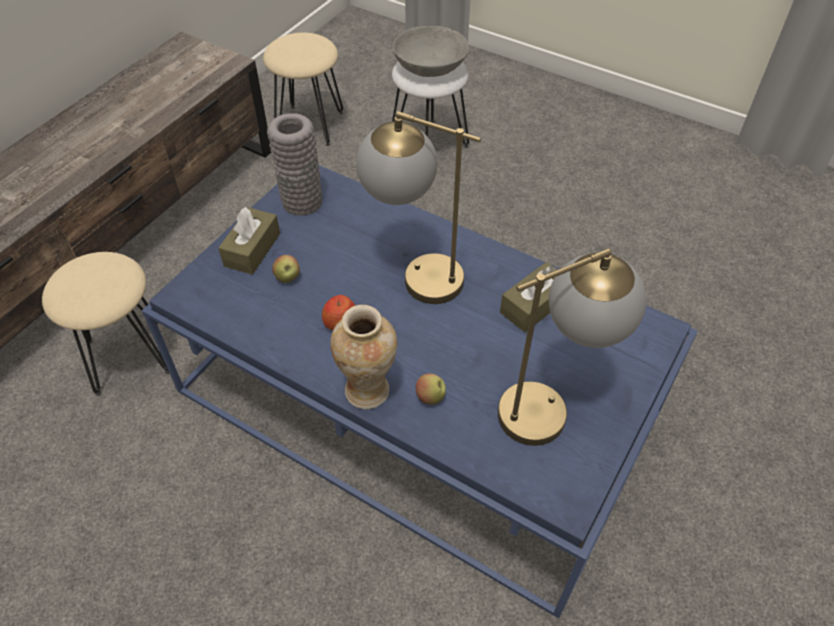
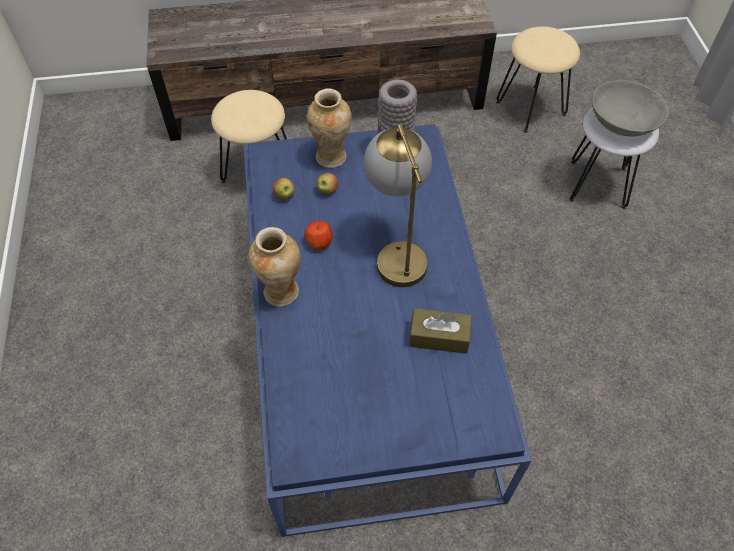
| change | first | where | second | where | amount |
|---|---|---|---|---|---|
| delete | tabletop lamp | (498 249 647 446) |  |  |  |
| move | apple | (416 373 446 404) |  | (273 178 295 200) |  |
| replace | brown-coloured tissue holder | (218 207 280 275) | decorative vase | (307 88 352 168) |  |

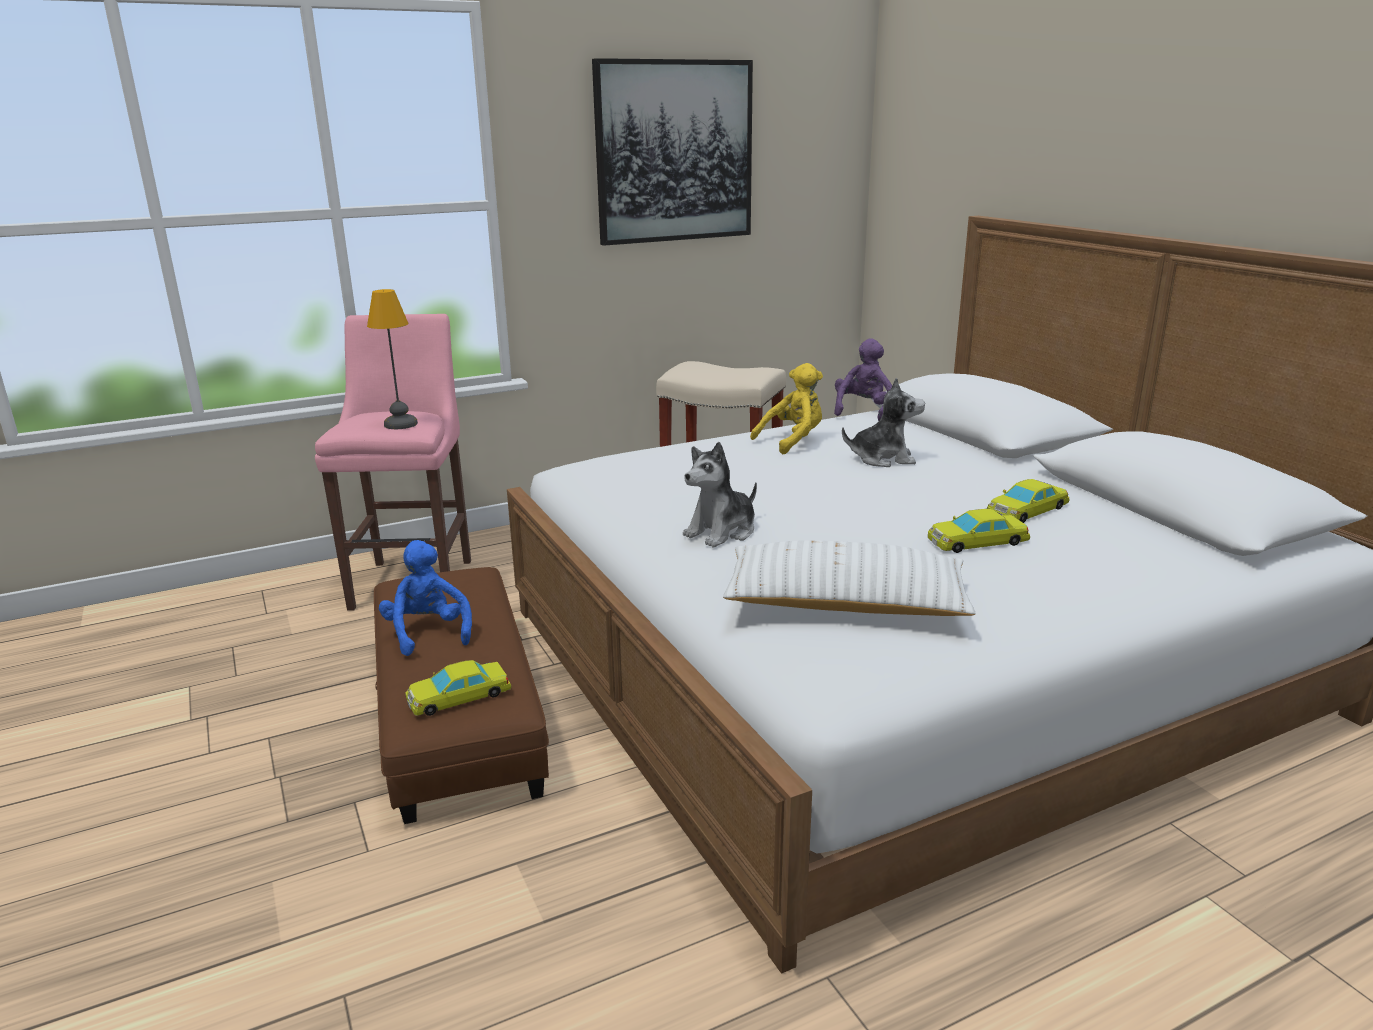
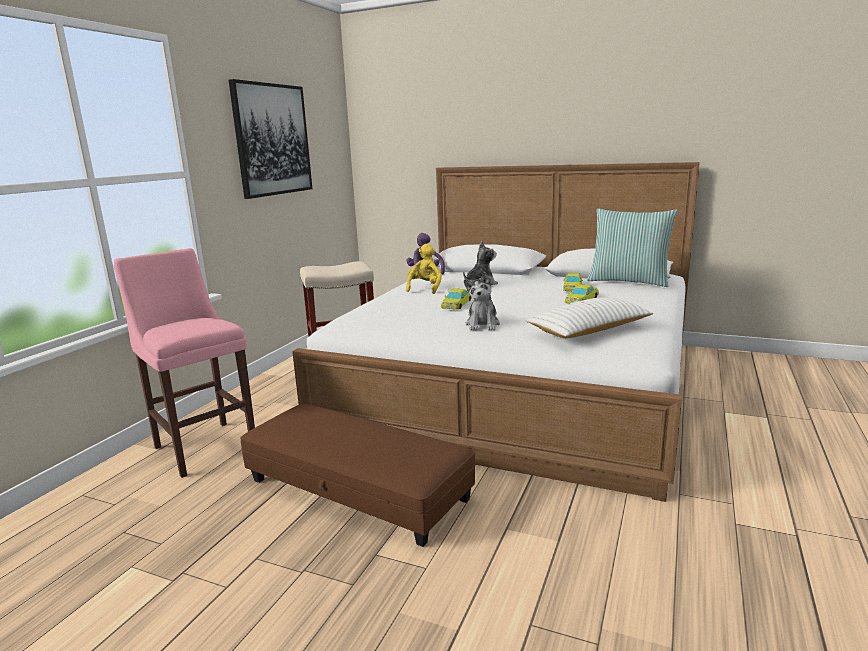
| change | first | where | second | where | amount |
|---|---|---|---|---|---|
| delete | tabletop lamp | (367 289 418 429) |  |  |  |
| delete | blue soft toy | (379 540 472 656) |  |  |  |
| insert |  |  | cushion | (587 209 678 287) |  |
| move | yellow toy car | (406 660 511 716) |  | (441 289 472 309) |  |

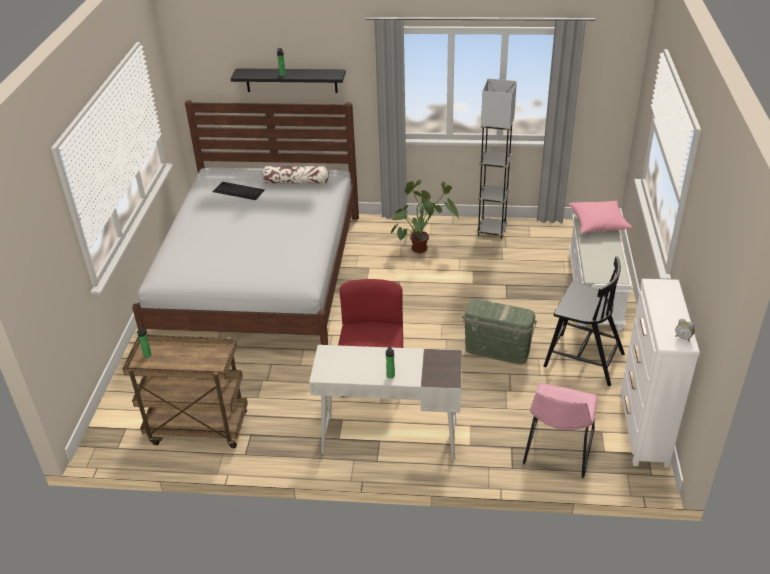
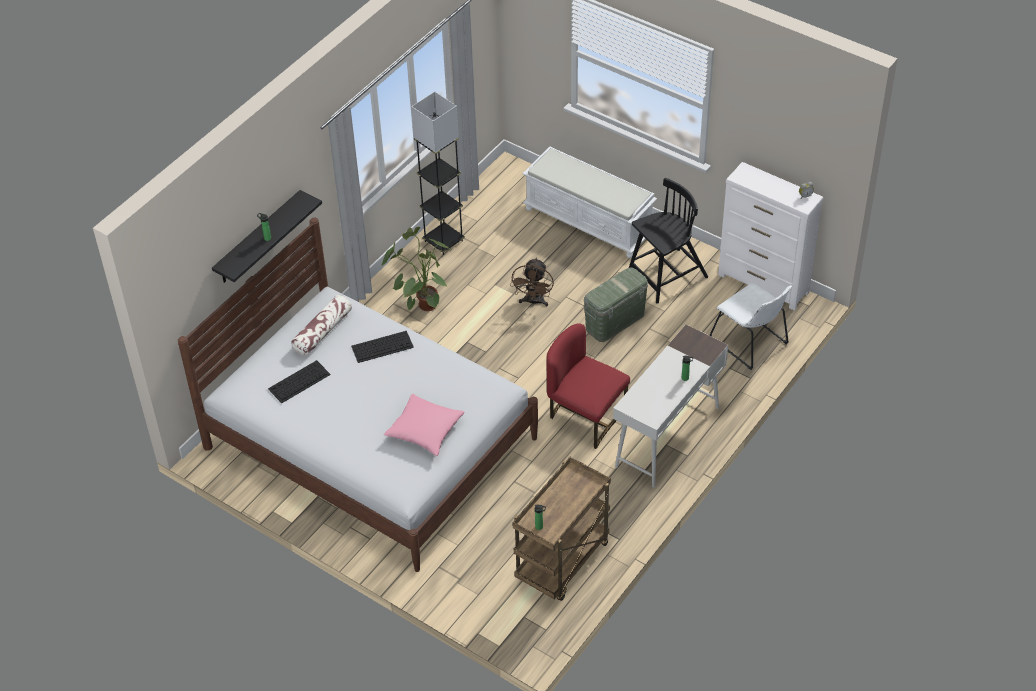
| change | first | where | second | where | amount |
|---|---|---|---|---|---|
| insert |  |  | keyboard | (351 331 414 363) |  |
| insert |  |  | brown-coloured cooling fan | (510 257 554 306) |  |
| move | pink cushion | (569 201 632 234) |  | (384 394 464 456) |  |
| recolor | pink upright chair | (523 383 598 478) | white upright chair | (709 283 792 370) |  |

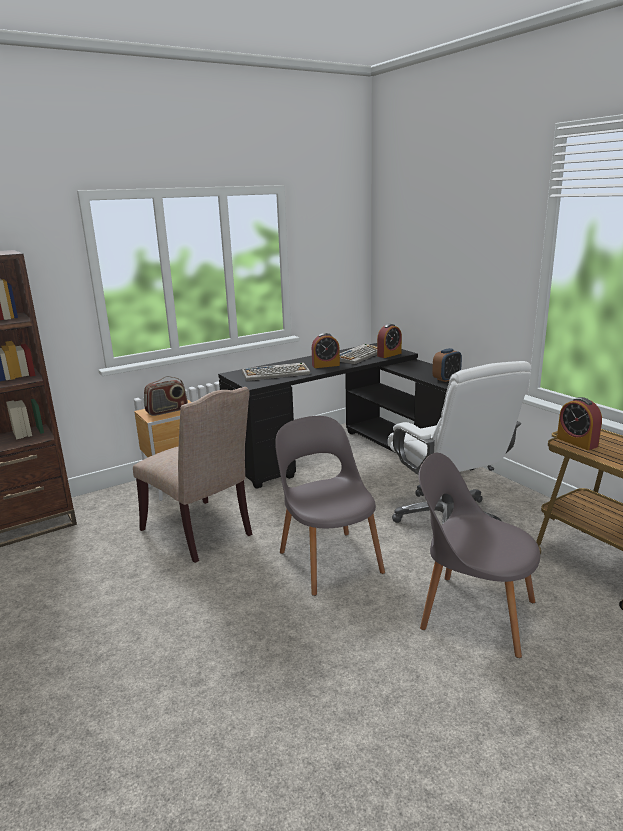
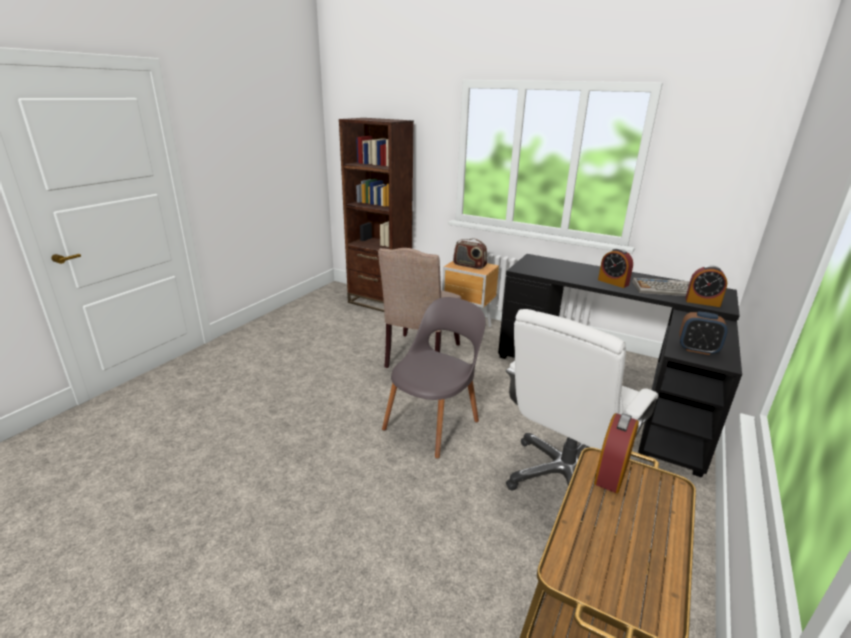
| change | first | where | second | where | amount |
|---|---|---|---|---|---|
| delete | keyboard | (242 362 310 381) |  |  |  |
| delete | grey upright chair | (419 453 540 658) |  |  |  |

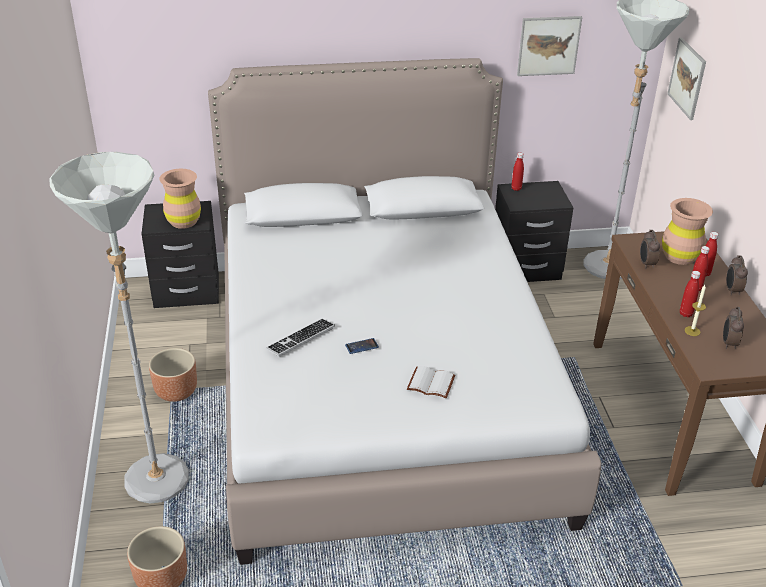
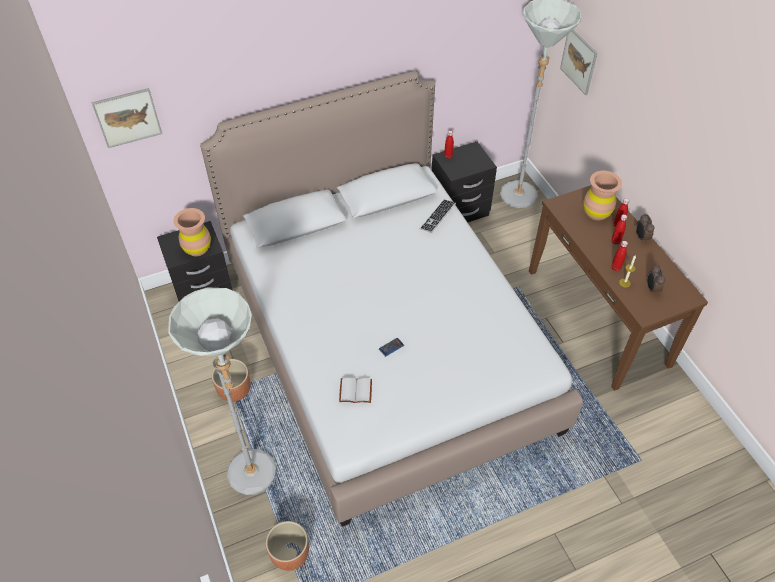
| change | first | where | second | where | amount |
|---|---|---|---|---|---|
| delete | alarm clock | (640 230 660 269) |  |  |  |
| move | keyboard | (266 319 335 357) |  | (420 199 456 233) |  |
| move | white book | (407 366 455 398) |  | (339 377 372 403) |  |
| move | wall art | (517 16 582 76) |  | (91 88 162 148) |  |

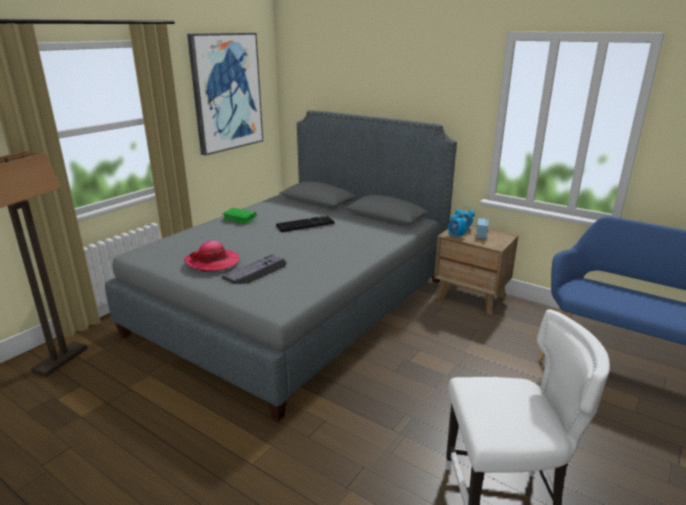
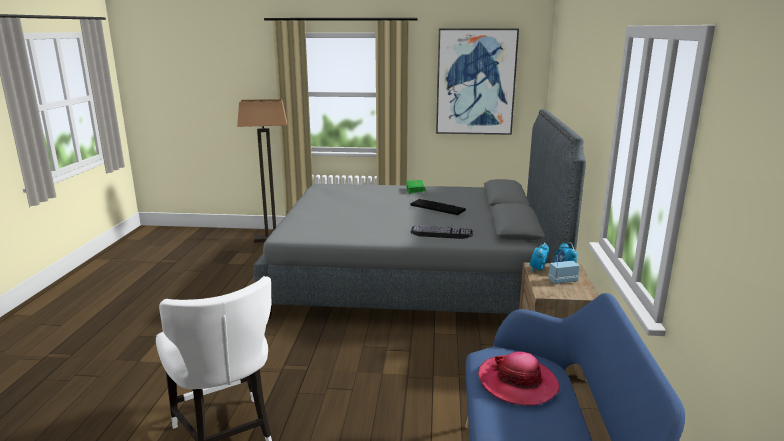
| change | first | where | second | where | amount |
|---|---|---|---|---|---|
| move | clothing hat | (184 241 239 272) |  | (478 352 560 406) |  |
| move | keyboard | (221 255 287 284) |  | (410 225 473 239) |  |

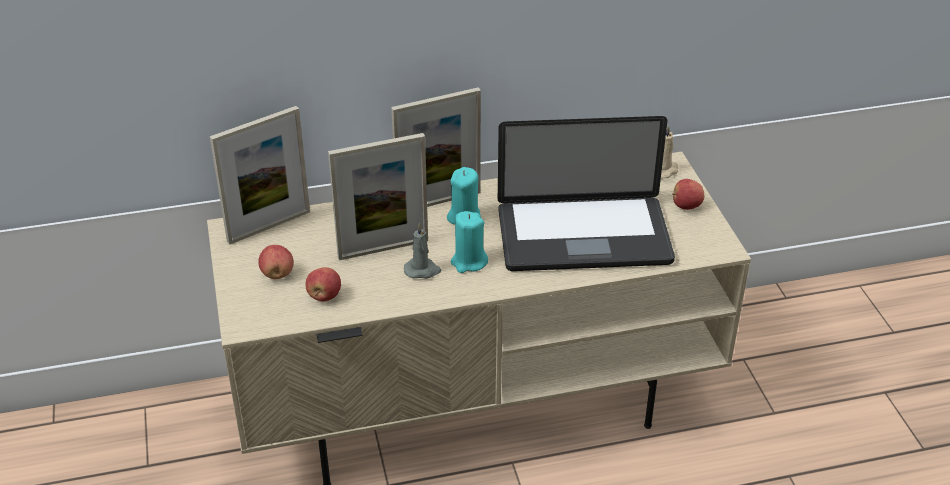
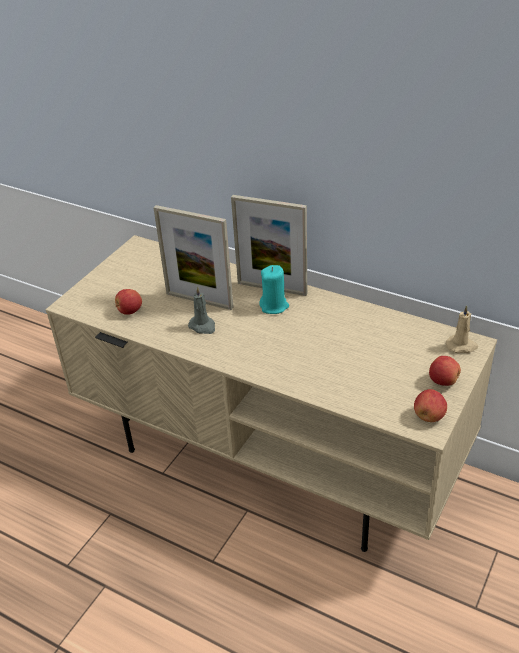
| change | first | where | second | where | amount |
|---|---|---|---|---|---|
| delete | standing frame | (210 106 310 245) |  |  |  |
| delete | blue-green candle | (451 211 488 273) |  |  |  |
| delete | laptop | (498 116 675 271) |  |  |  |
| move | apple | (258 245 294 279) |  | (414 389 447 422) |  |

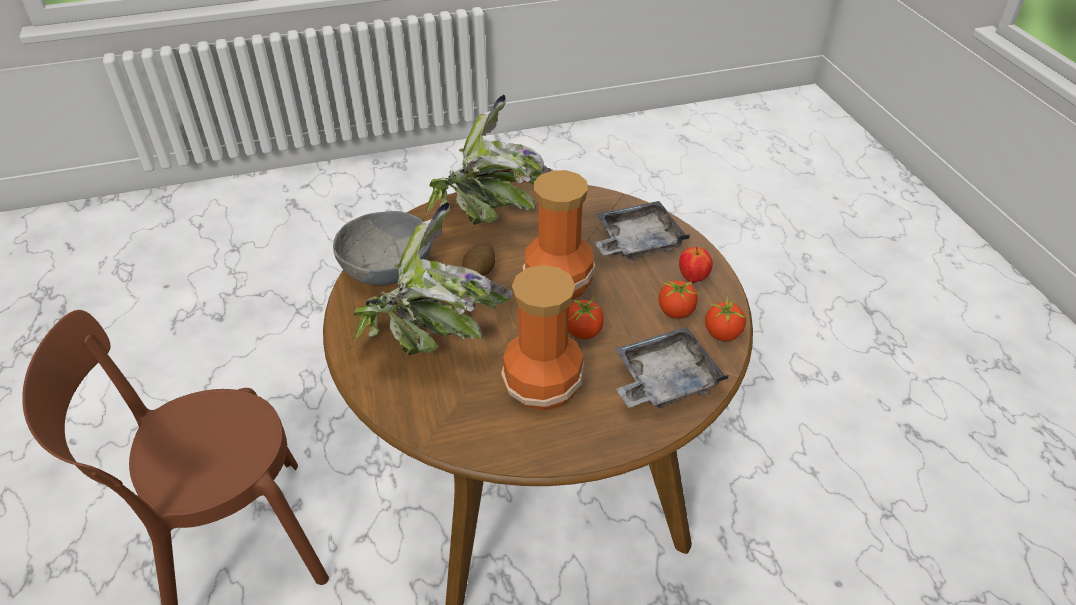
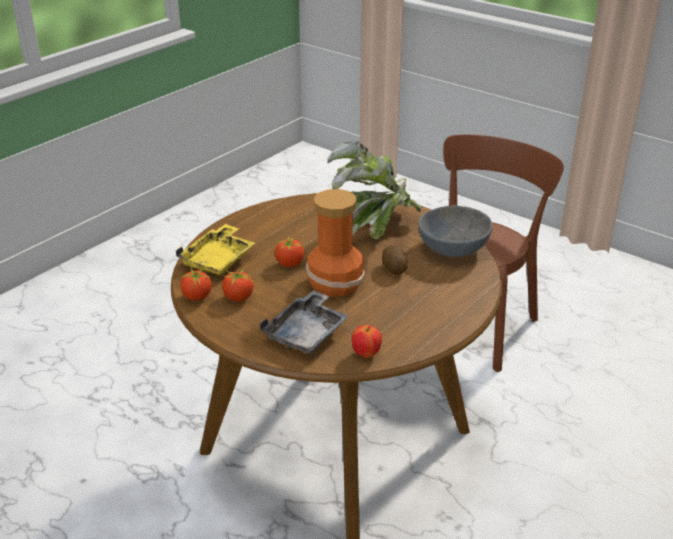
| change | first | where | second | where | amount |
|---|---|---|---|---|---|
| delete | houseplant | (422 95 553 225) |  |  |  |
| delete | decorative vase | (501 265 585 411) |  |  |  |
| move | apple | (679 247 713 283) |  | (352 325 382 358) |  |
| recolor | grey carrying tray | (615 327 729 408) | yellow carrying tray | (176 224 255 275) |  |

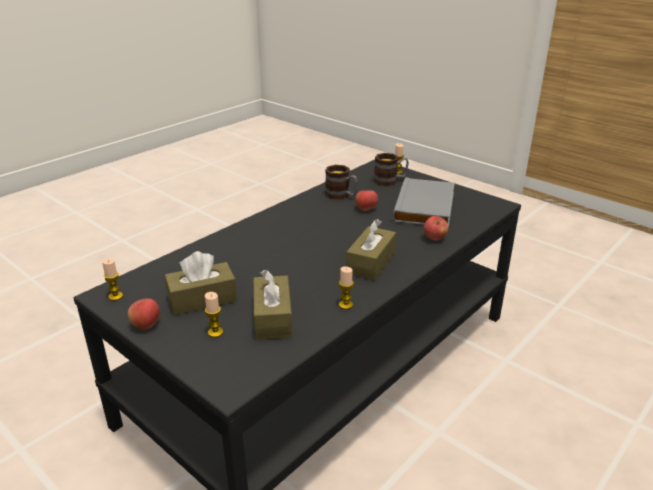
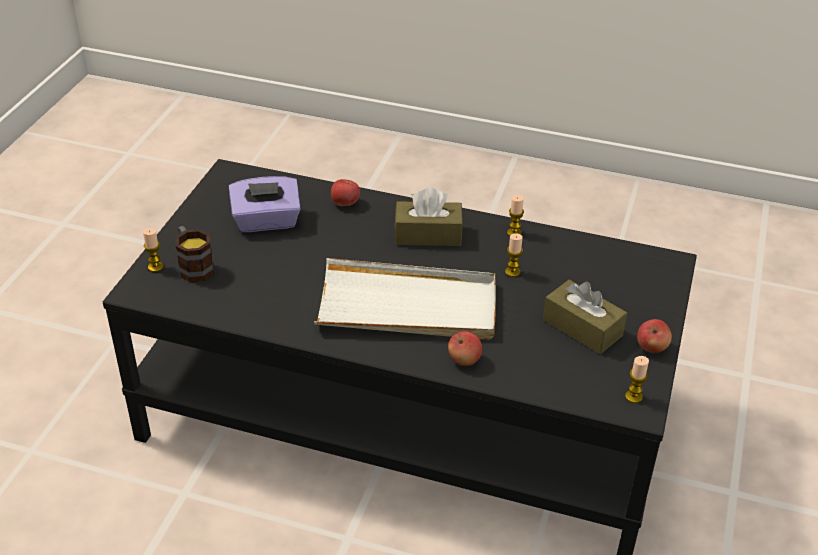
| change | first | where | second | where | amount |
|---|---|---|---|---|---|
| delete | brown-coloured tissue holder | (254 269 292 340) |  |  |  |
| delete | coffee mug | (325 165 358 200) |  |  |  |
| insert |  |  | white carrying tray | (314 258 496 340) |  |
| move | candle | (205 292 223 338) |  | (505 233 523 277) |  |
| move | apple | (356 190 378 211) |  | (448 331 482 366) |  |
| replace | grey book | (393 177 455 228) | purple tissue holder | (229 176 301 232) |  |

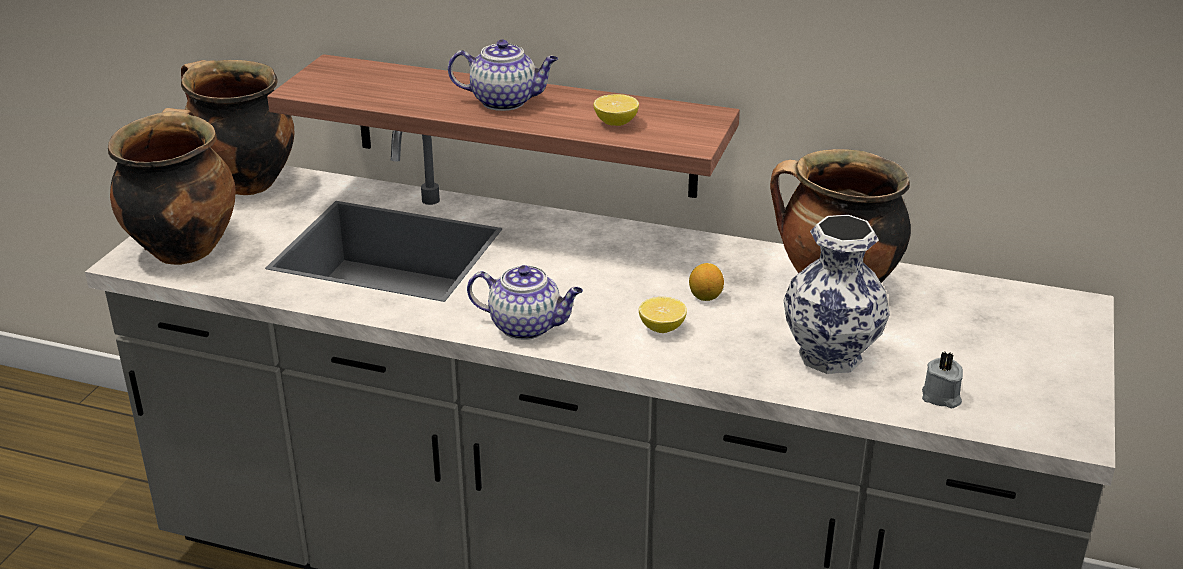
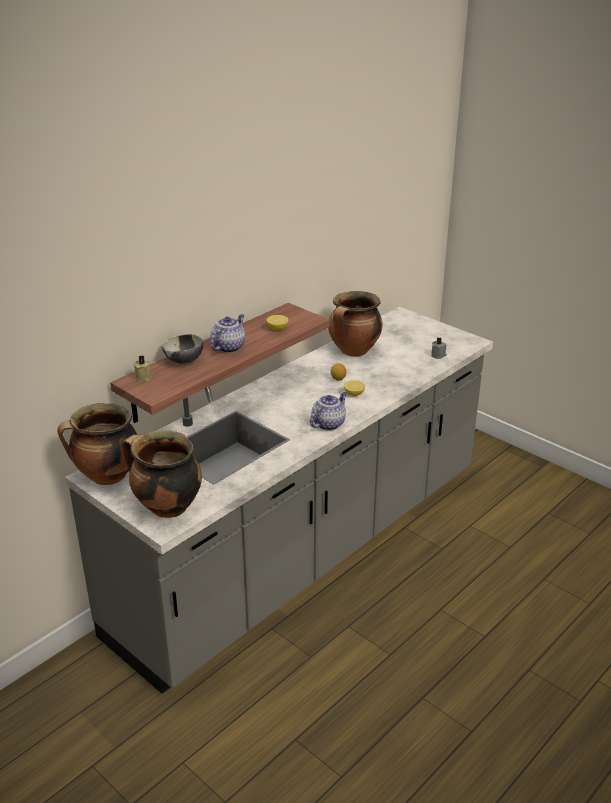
| change | first | where | second | where | amount |
|---|---|---|---|---|---|
| delete | decorative vase | (784 215 890 374) |  |  |  |
| insert |  |  | beige-coloured candle | (133 356 153 382) |  |
| insert |  |  | deep dish | (162 334 204 364) |  |

